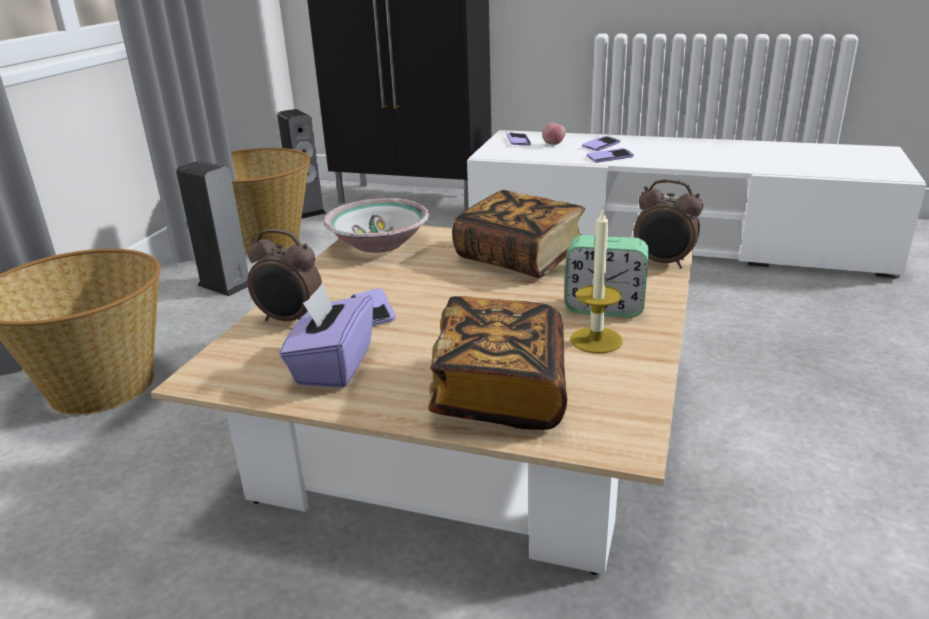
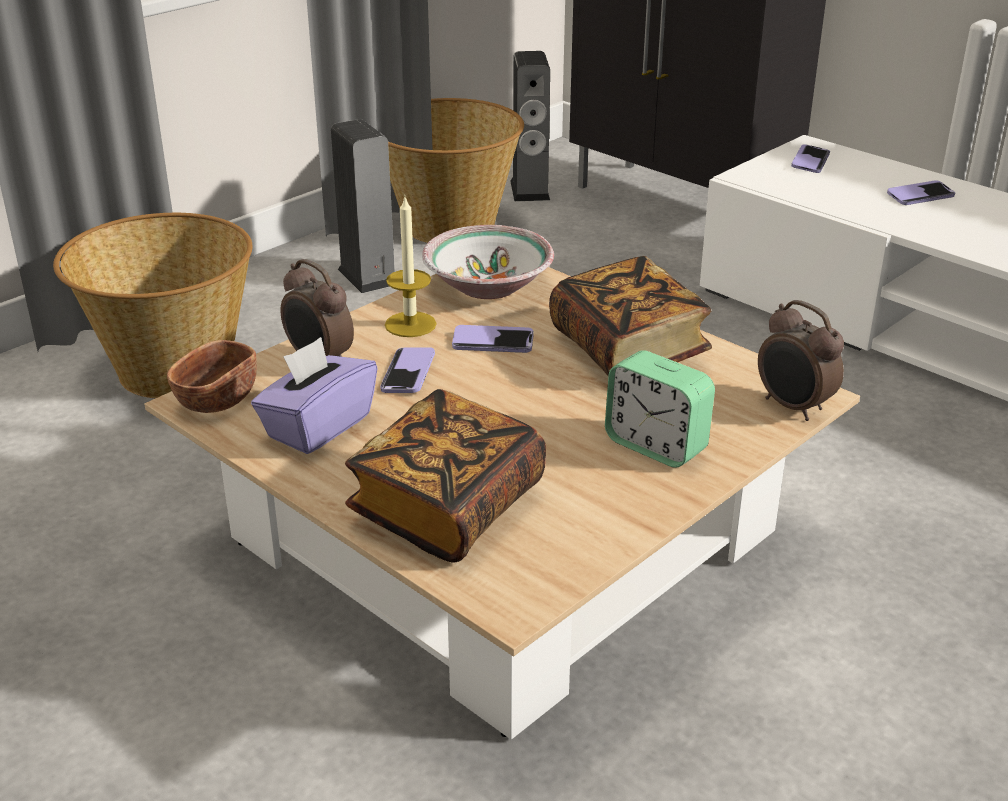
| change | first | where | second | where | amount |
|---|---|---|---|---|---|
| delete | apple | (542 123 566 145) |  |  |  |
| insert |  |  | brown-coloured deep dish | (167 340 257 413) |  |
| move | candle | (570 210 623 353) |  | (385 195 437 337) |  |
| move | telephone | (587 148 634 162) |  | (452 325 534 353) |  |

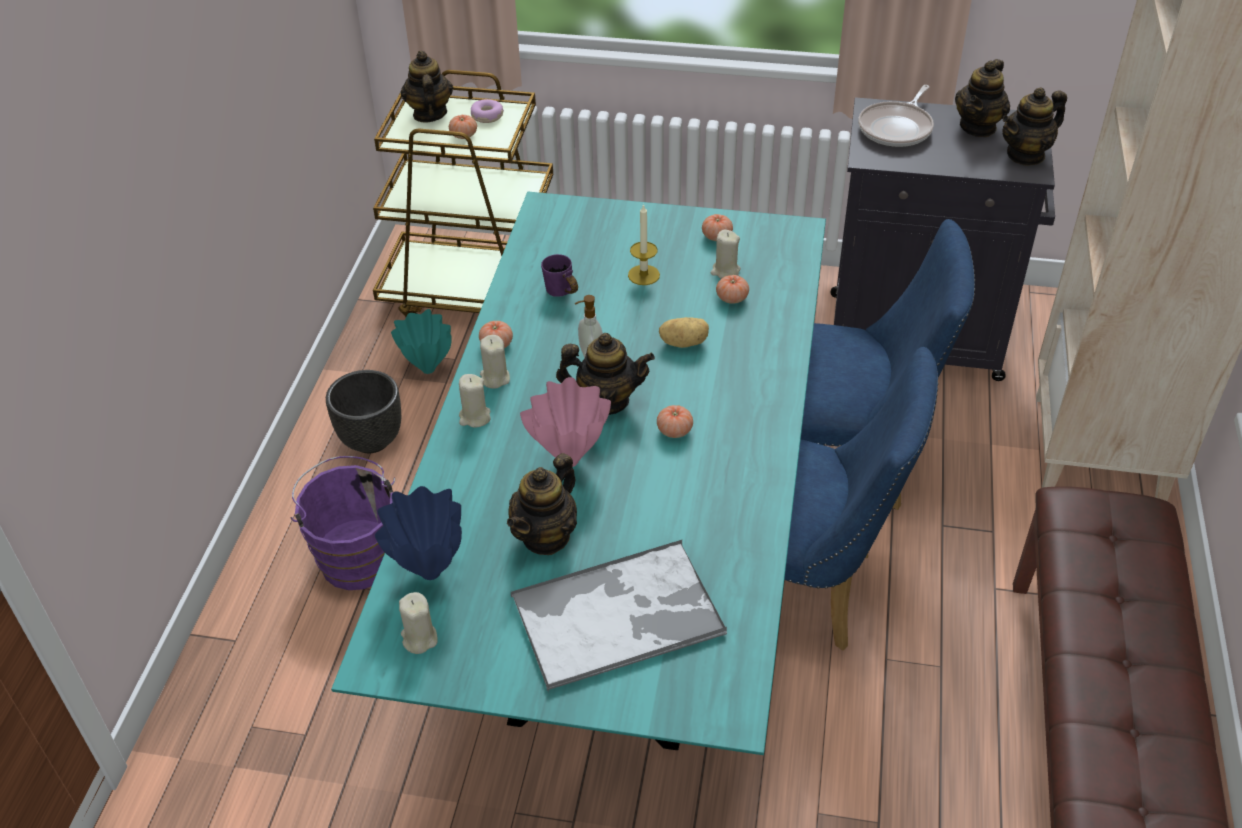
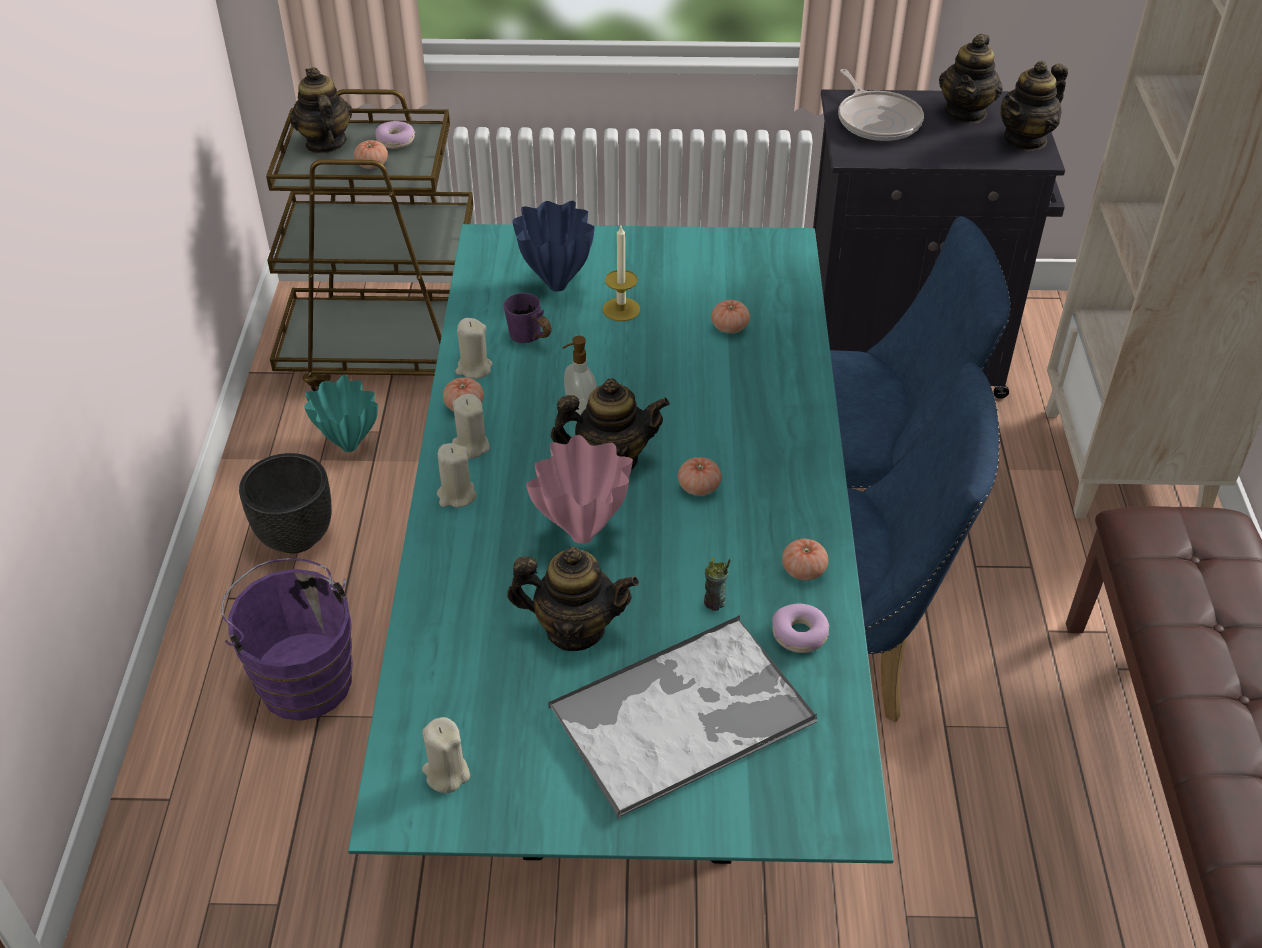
| change | first | where | second | where | amount |
|---|---|---|---|---|---|
| delete | potato | (659 317 709 348) |  |  |  |
| insert |  |  | small cup | (704 557 731 611) |  |
| insert |  |  | donut | (772 604 830 653) |  |
| move | blue decorative vase | (375 486 462 580) |  | (512 201 595 292) |  |
| move | whole tomato | (702 214 733 241) |  | (782 539 828 581) |  |
| move | beige-coloured candle | (711 229 741 279) |  | (456 318 493 379) |  |
| rotate | teapot | (507 453 577 555) |  | (507 547 639 651) | 105 degrees counterclockwise |
| rotate | skillet | (858 85 934 147) |  | (838 69 924 141) | 45 degrees counterclockwise |

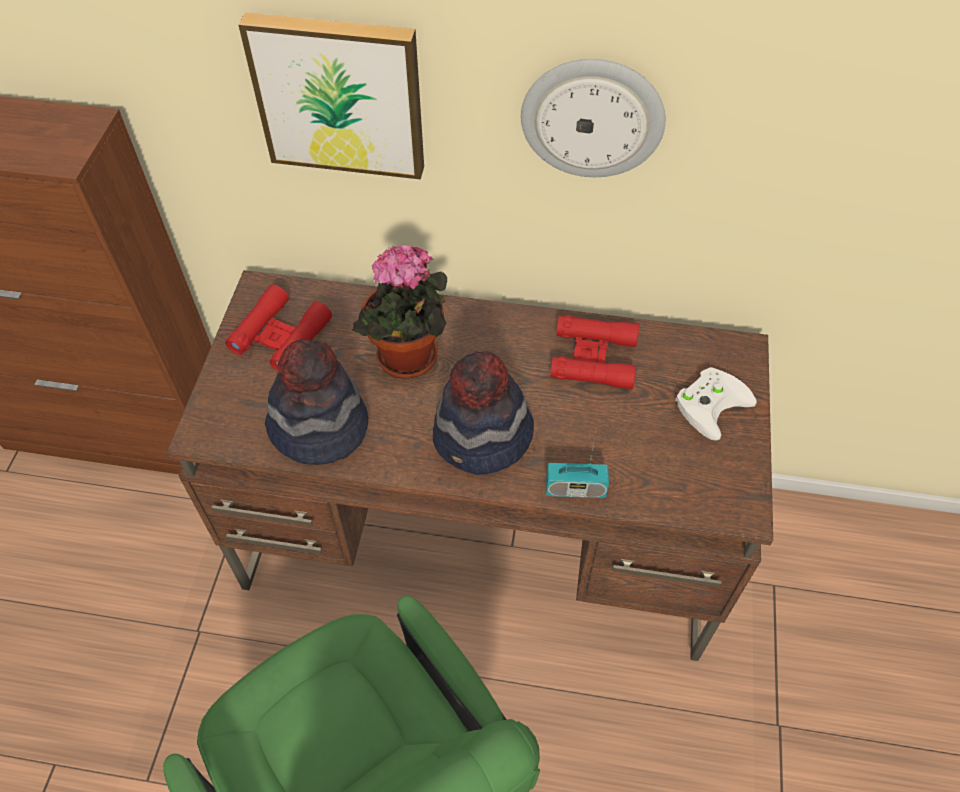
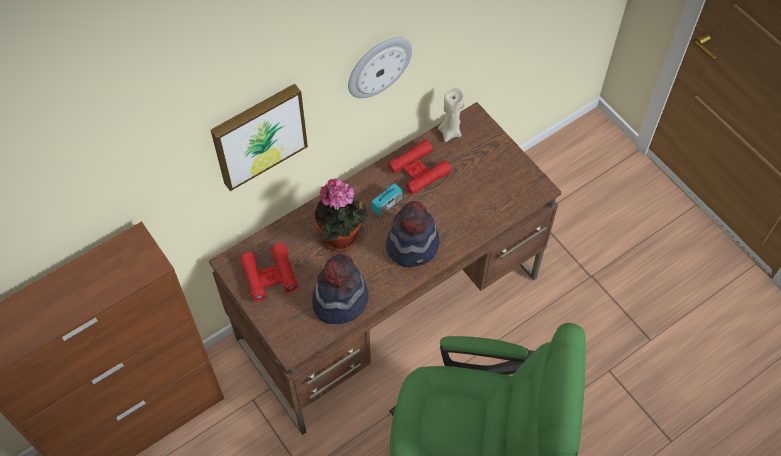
| change | first | where | second | where | amount |
|---|---|---|---|---|---|
| delete | white gamepad | (675 367 757 441) |  |  |  |
| insert |  |  | beige-coloured candle | (438 88 464 142) |  |
| move | radio receiver | (546 434 609 498) |  | (371 175 402 216) |  |

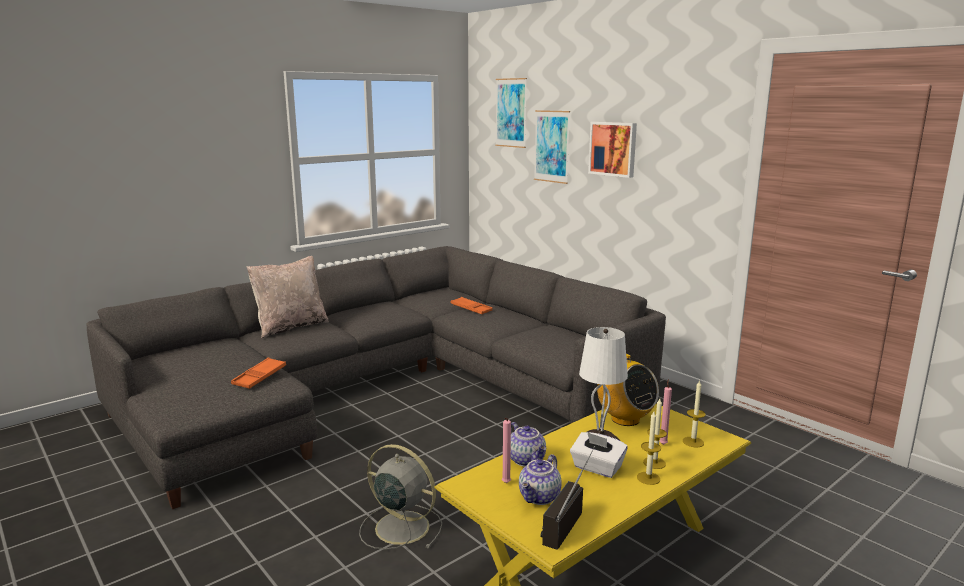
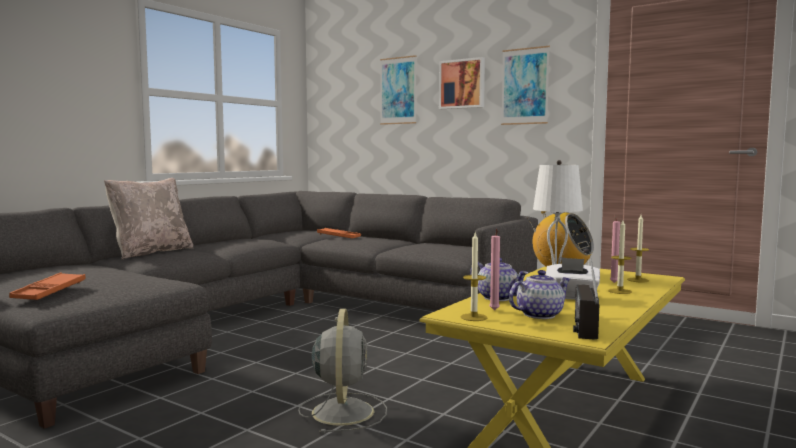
| change | first | where | second | where | amount |
|---|---|---|---|---|---|
| move | orange carrying tray | (231 357 286 389) |  | (9 273 86 300) |  |
| move | wall art | (495 78 527 148) |  | (501 46 550 125) |  |
| move | candle | (637 412 661 485) |  | (461 233 488 321) |  |
| rotate | grey cooling fan | (359 444 442 549) |  | (298 309 387 433) | 75 degrees clockwise |
| rotate | teapot | (519 454 562 505) |  | (509 270 570 319) | 135 degrees counterclockwise |

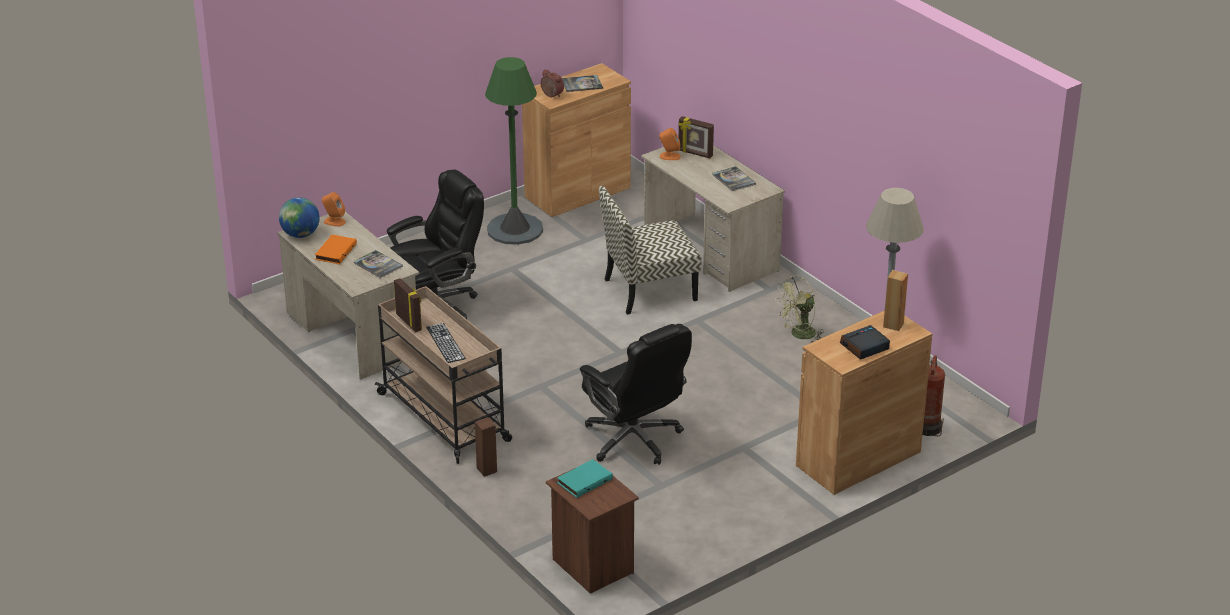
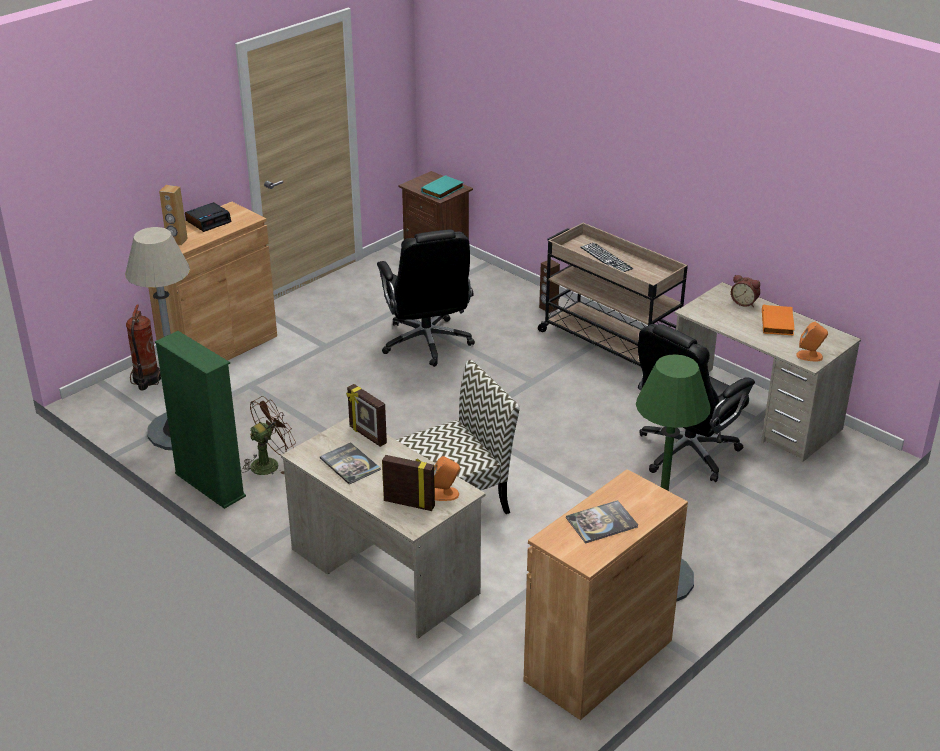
| change | first | where | second | where | amount |
|---|---|---|---|---|---|
| delete | globe | (279 197 320 238) |  |  |  |
| delete | book | (354 250 403 278) |  |  |  |
| insert |  |  | greenish shelving unit | (155 331 246 509) |  |
| move | standing frame | (394 278 422 332) |  | (346 384 387 447) |  |
| move | alarm clock | (540 69 564 97) |  | (731 275 760 307) |  |
| recolor | greenish cooling fan | (775 276 824 343) | brown-coloured cooling fan | (241 396 296 475) |  |
| rotate | blackish desk chair | (580 324 692 465) |  | (377 229 475 367) | 150 degrees counterclockwise |

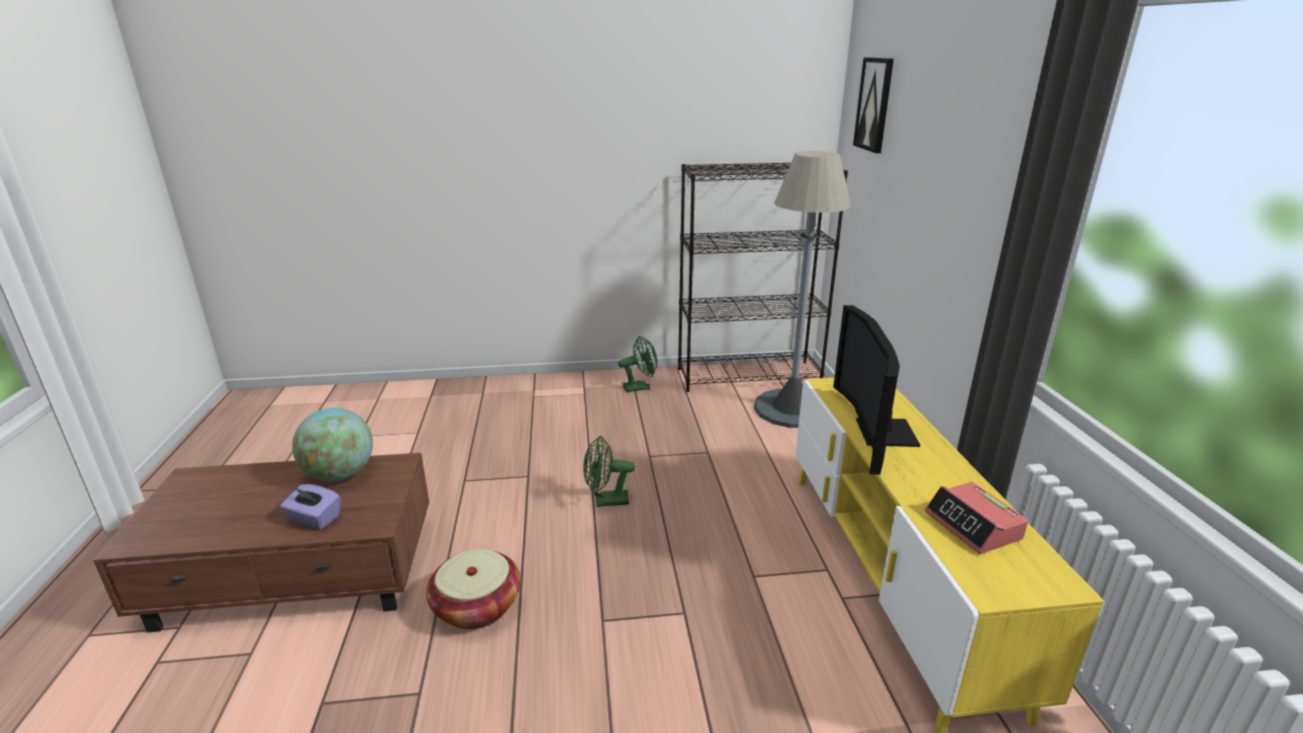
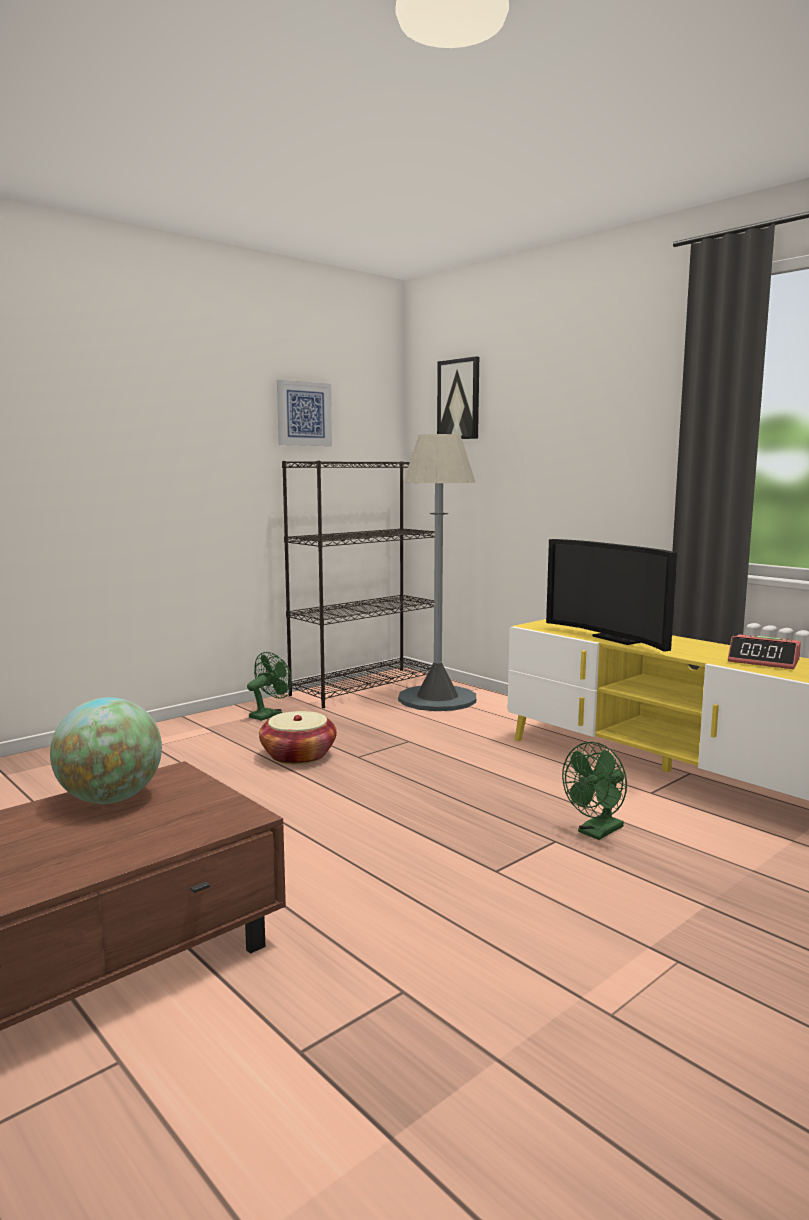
| change | first | where | second | where | amount |
|---|---|---|---|---|---|
| delete | purple tissue holder | (280 484 340 530) |  |  |  |
| insert |  |  | wall art | (277 380 332 446) |  |
| move | basket | (426 549 521 629) |  | (259 711 337 765) |  |
| move | greenish cooling fan | (583 436 636 507) |  | (562 742 627 840) |  |

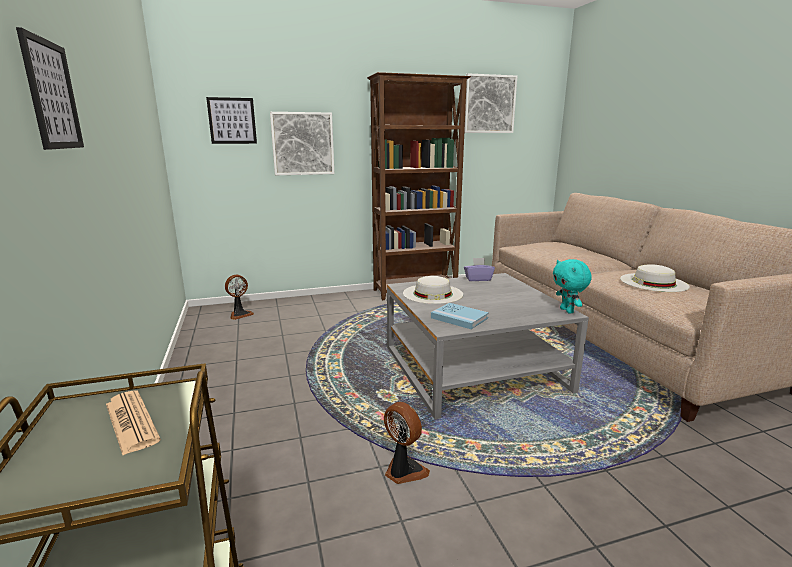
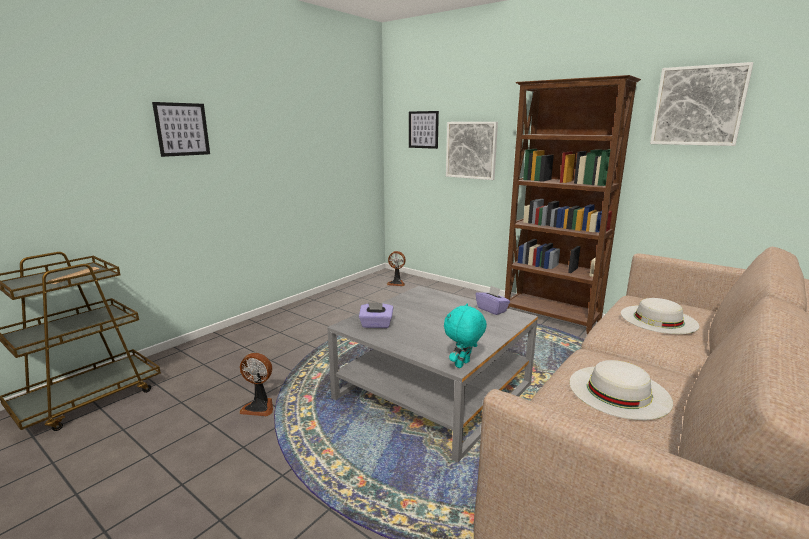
| change | first | where | second | where | amount |
|---|---|---|---|---|---|
| move | white clothing hat | (403 276 463 304) |  | (621 298 699 334) |  |
| replace | blue book | (431 303 489 329) | purple tissue holder | (359 302 393 328) |  |
| rotate | cooling fan | (384 402 430 484) |  | (239 353 273 416) | 90 degrees clockwise |

